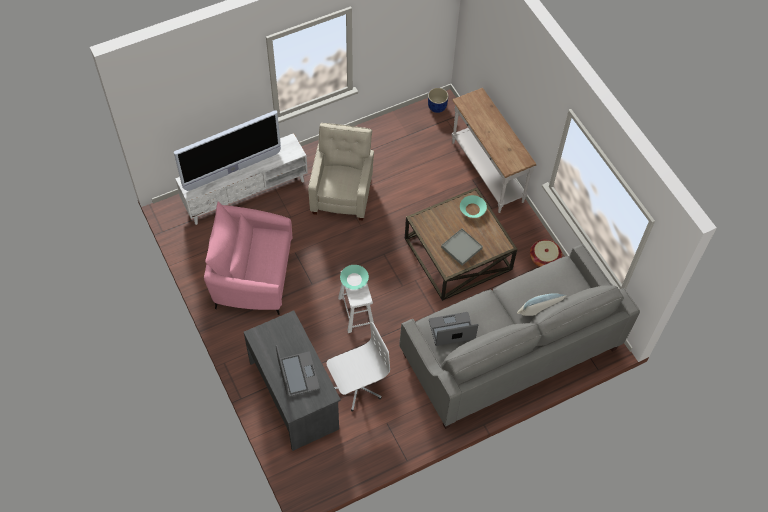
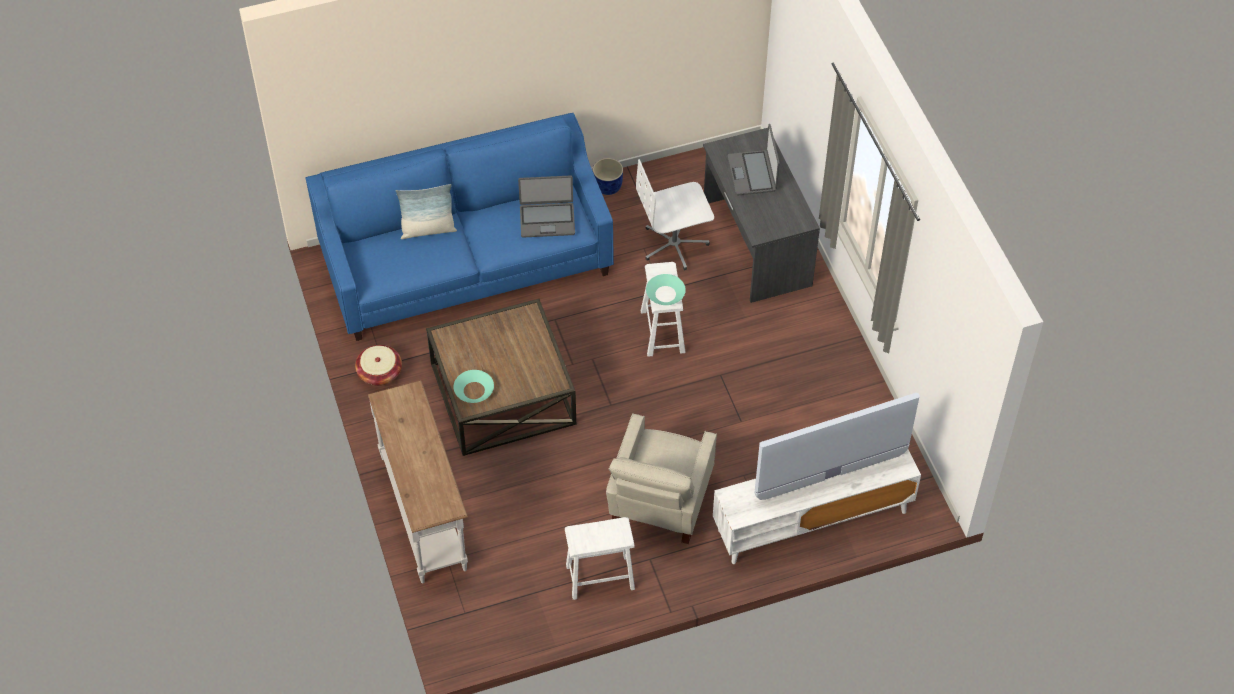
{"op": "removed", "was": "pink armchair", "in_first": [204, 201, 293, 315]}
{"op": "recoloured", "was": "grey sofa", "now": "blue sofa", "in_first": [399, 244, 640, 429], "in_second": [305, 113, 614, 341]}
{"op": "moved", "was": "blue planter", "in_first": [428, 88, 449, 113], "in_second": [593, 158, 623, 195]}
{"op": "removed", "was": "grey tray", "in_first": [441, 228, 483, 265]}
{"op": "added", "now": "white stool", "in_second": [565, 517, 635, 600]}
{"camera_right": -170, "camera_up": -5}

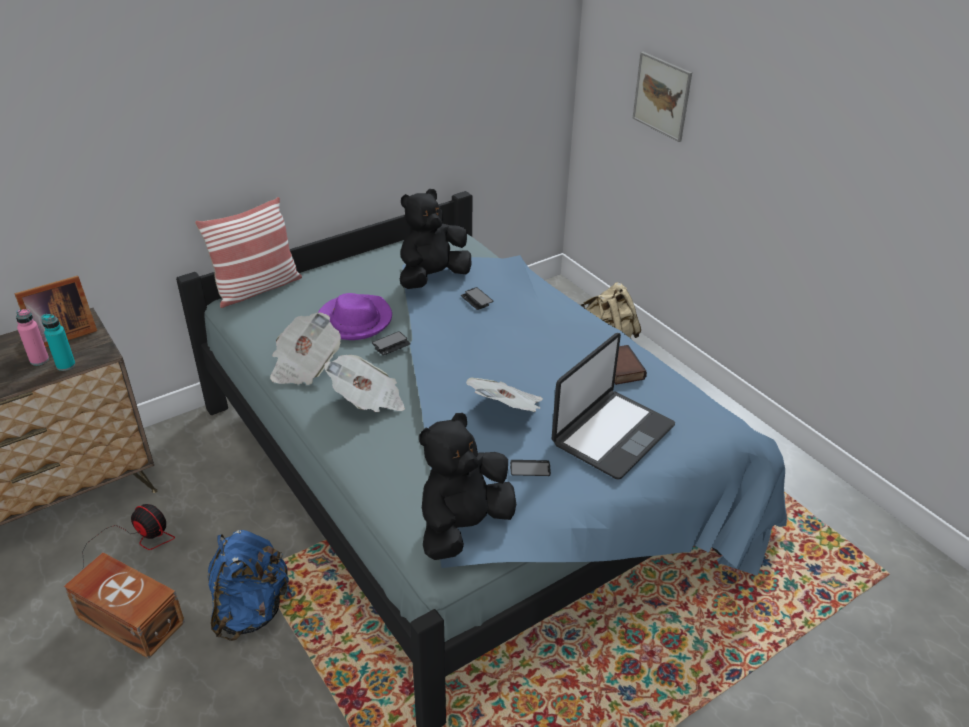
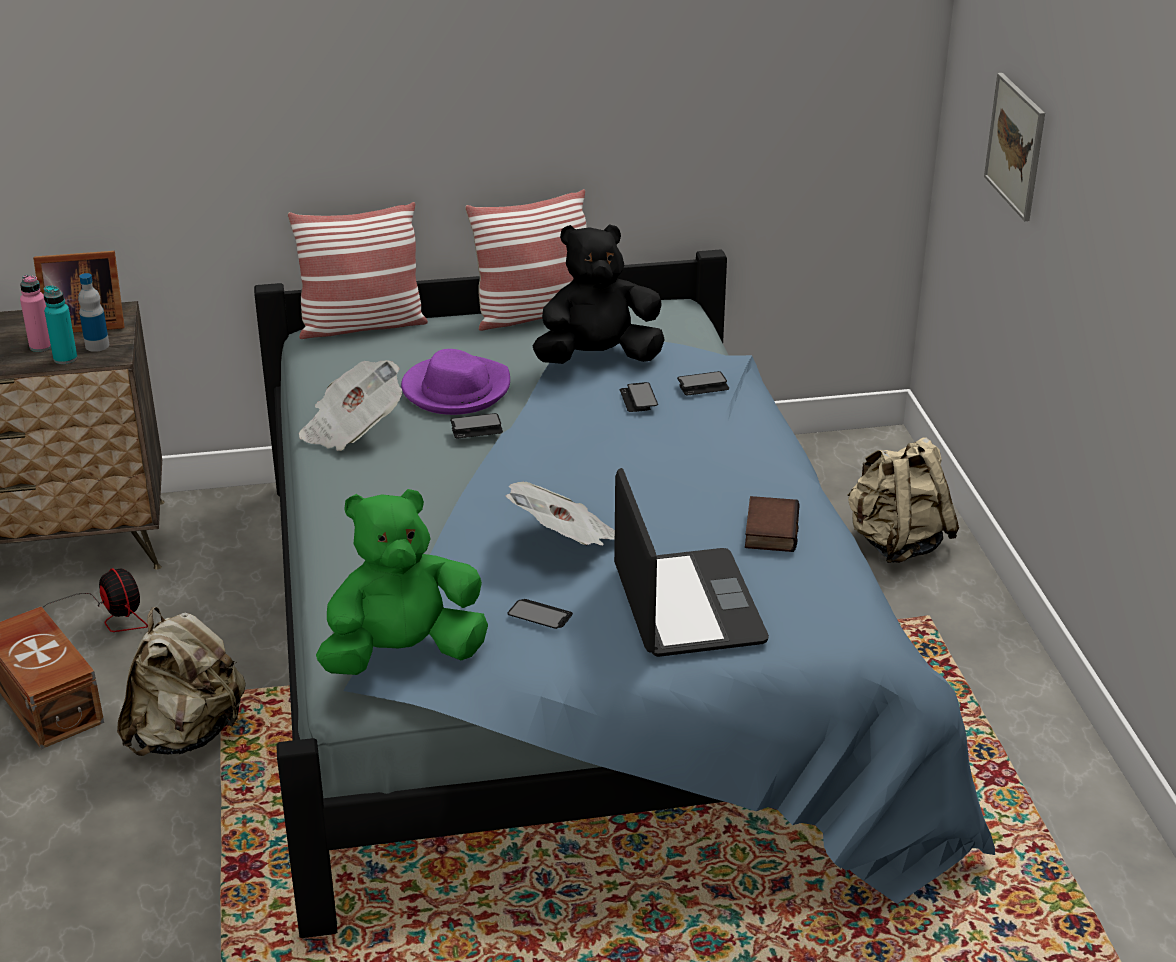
{"op": "recoloured", "was": "blue backpack", "now": "beige backpack", "in_first": [208, 530, 292, 641], "in_second": [117, 607, 246, 756]}
{"op": "removed", "was": "newspaper", "in_first": [324, 355, 405, 412]}
{"op": "recoloured", "was": "black plush toy", "now": "green plush toy", "in_first": [419, 413, 516, 560], "in_second": [316, 489, 488, 675]}
{"op": "turned", "was": "laptop", "in_first": [552, 333, 675, 480], "in_second": [614, 468, 769, 657], "clockwise": -75}
{"op": "added", "now": "bottle", "in_second": [78, 273, 109, 352]}
{"op": "added", "now": "pillow", "in_second": [465, 189, 587, 331]}
{"op": "added", "now": "phone", "in_second": [677, 371, 729, 396]}
{"camera_right": 25, "camera_up": -5}

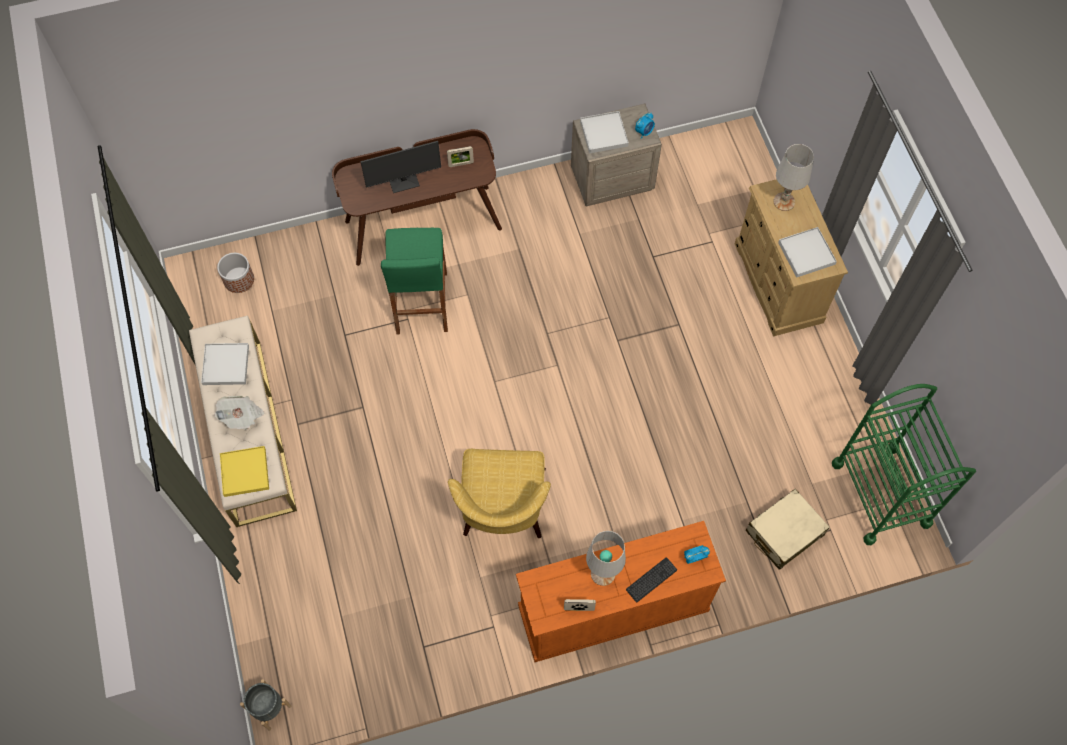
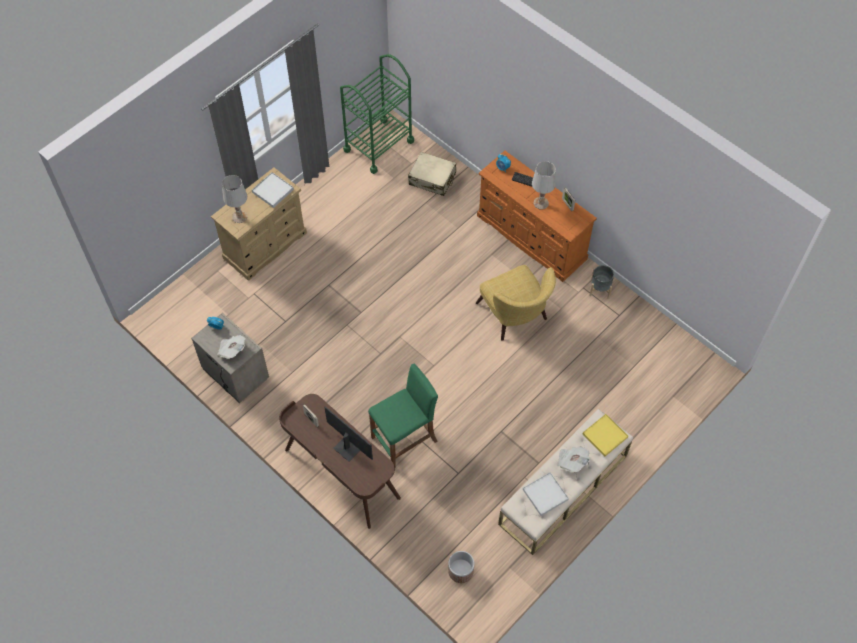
{"op": "moved", "was": "grey planter", "in_first": [240, 679, 291, 731], "in_second": [589, 265, 614, 299]}
{"op": "turned", "was": "yellow armchair", "in_first": [448, 449, 551, 538], "in_second": [476, 265, 556, 340], "clockwise": 90}
{"op": "replaced", "was": "white tray", "now": "newspaper", "in_first": [580, 111, 629, 153], "in_second": [217, 335, 245, 359]}
{"camera_right": -120, "camera_up": -5}

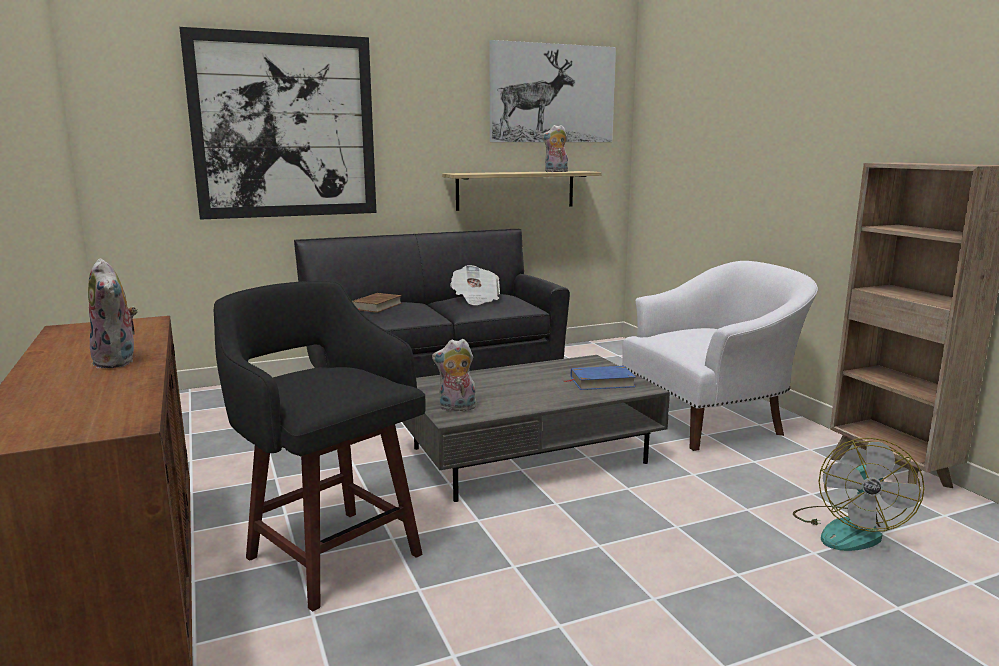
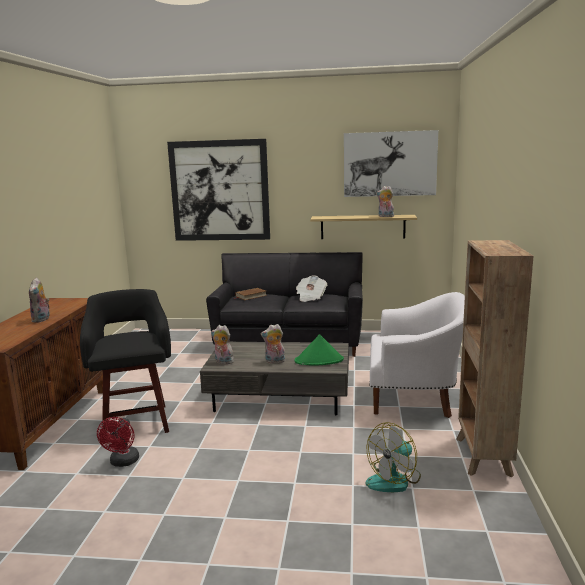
{"op": "replaced", "was": "blue book", "now": "green hat", "in_first": [563, 366, 636, 390], "in_second": [294, 334, 344, 366]}
{"op": "added", "now": "red fan", "in_second": [97, 417, 139, 467]}
{"op": "added", "now": "plush toy", "in_second": [261, 324, 285, 364]}
{"camera_right": 30, "camera_up": 0}

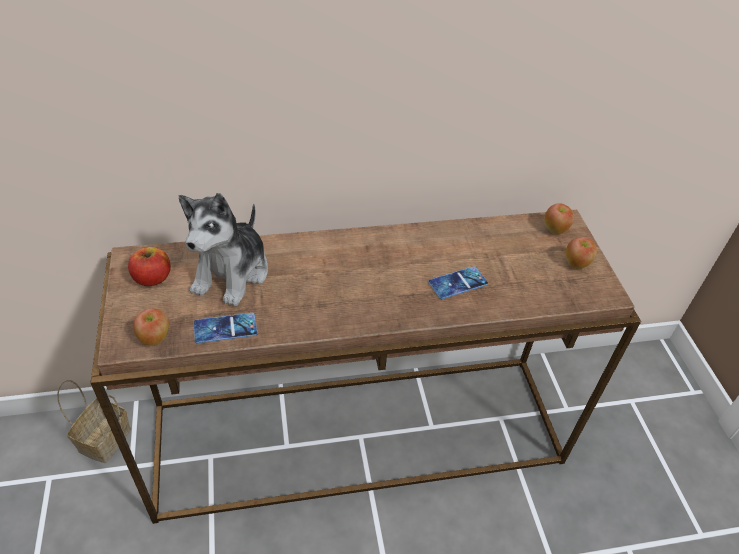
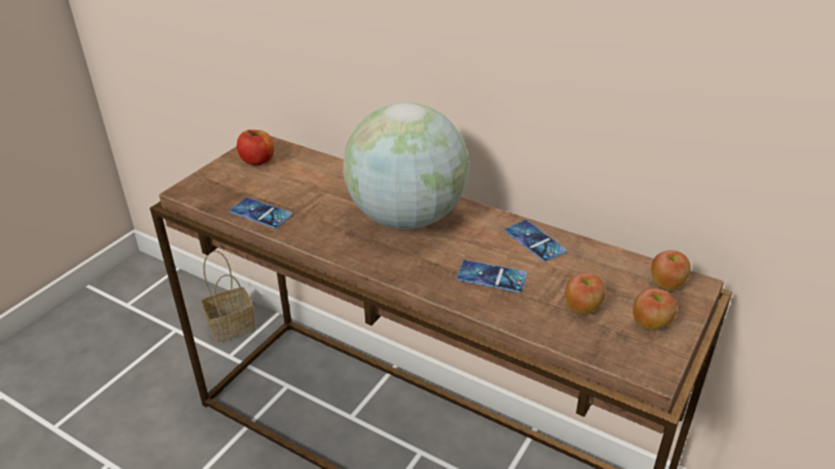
{"op": "moved", "was": "apple", "in_first": [133, 308, 169, 346], "in_second": [565, 273, 606, 315]}
{"op": "removed", "was": "plush toy", "in_first": [179, 193, 268, 307]}
{"op": "added", "now": "globe", "in_second": [343, 102, 469, 229]}
{"op": "added", "now": "phone", "in_second": [505, 220, 567, 262]}
{"camera_right": 45, "camera_up": -10}

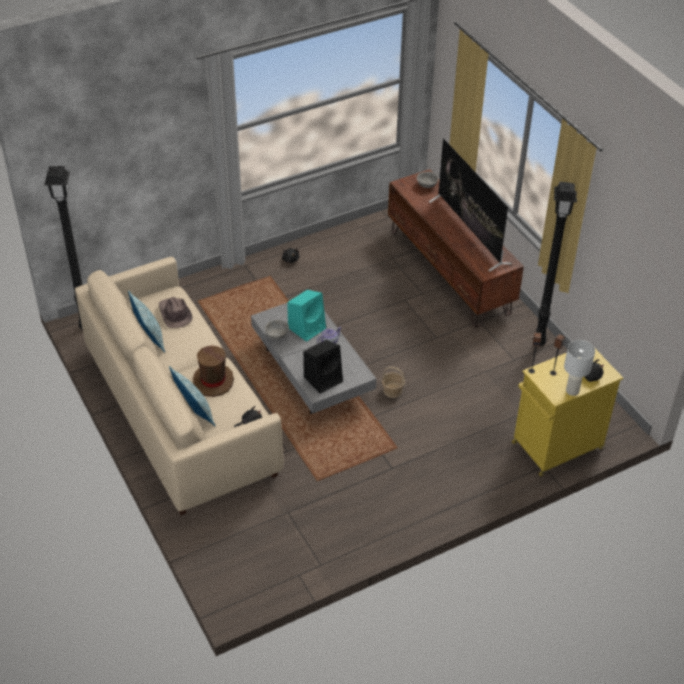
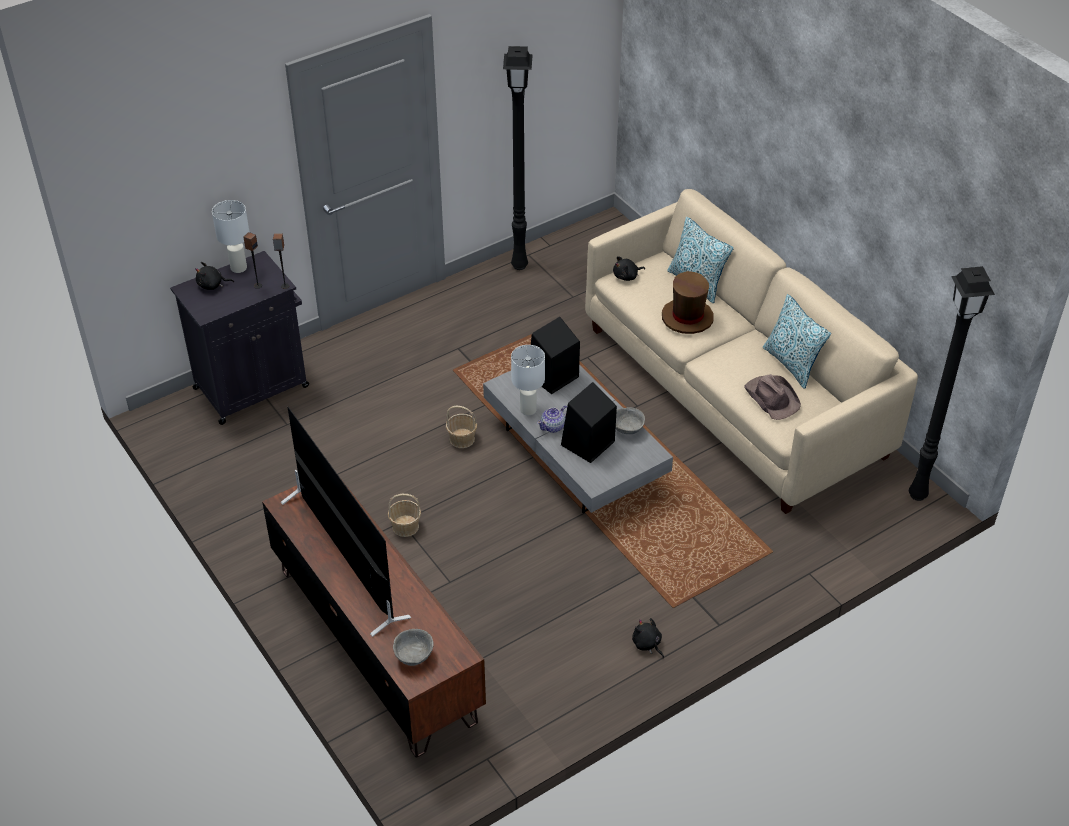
{"op": "recoloured", "was": "turquoise speaker", "now": "black speaker", "in_first": [287, 290, 326, 342], "in_second": [561, 382, 617, 463]}
{"op": "recoloured", "was": "yellow cabinet", "now": "black cabinet", "in_first": [512, 349, 623, 476], "in_second": [170, 251, 309, 425]}
{"op": "moved", "was": "black floor lamp", "in_first": [536, 182, 577, 347], "in_second": [503, 46, 533, 270]}
{"op": "added", "now": "basket", "in_second": [388, 494, 421, 537]}
{"op": "added", "now": "white table lamp", "in_second": [511, 345, 545, 416]}
{"camera_right": 175, "camera_up": 0}

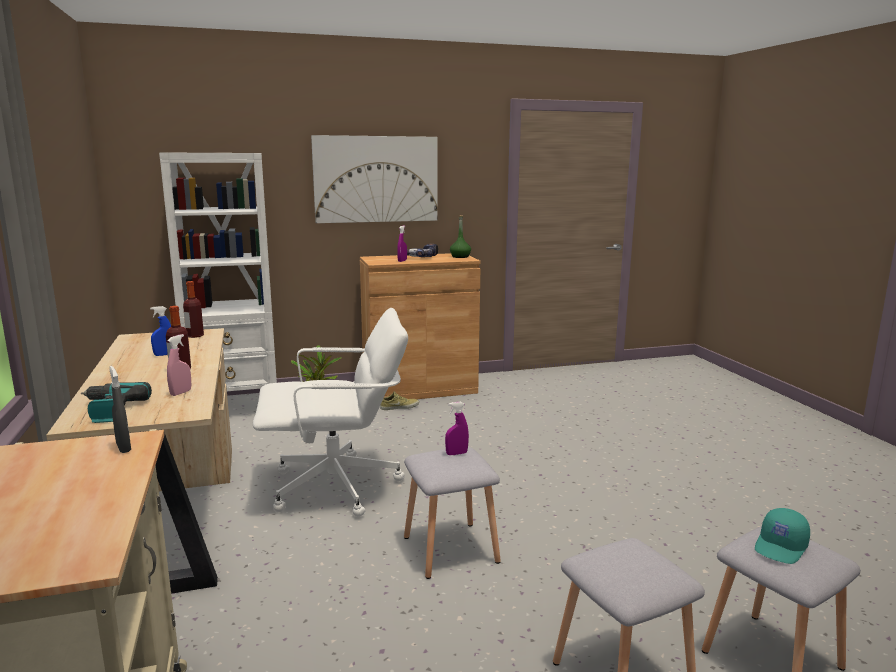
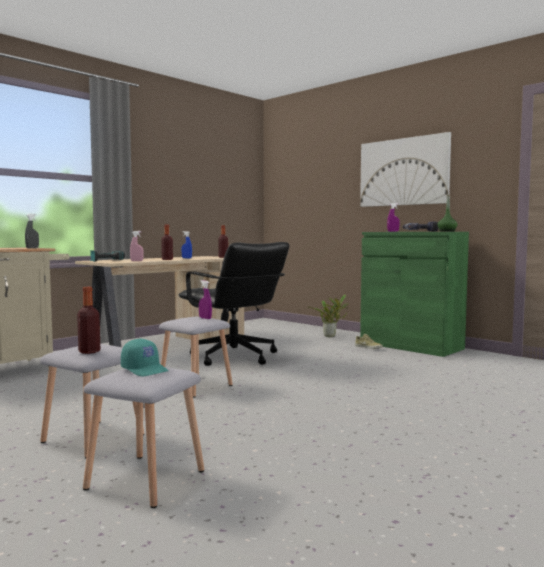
{"op": "removed", "was": "white bookcase", "in_first": [159, 152, 277, 391]}
{"op": "recoloured", "was": "white office chair", "now": "black office chair", "in_first": [253, 308, 408, 517], "in_second": [179, 242, 289, 366]}
{"op": "recoloured", "was": "brown cabinet", "now": "green cabinet", "in_first": [360, 253, 481, 399], "in_second": [360, 232, 469, 357]}
{"op": "turned", "was": "turquoise cap", "in_first": [755, 508, 810, 564], "in_second": [121, 338, 169, 377], "clockwise": -150}
{"op": "added", "now": "bottle", "in_second": [77, 287, 100, 354]}
{"camera_right": 60, "camera_up": -10}

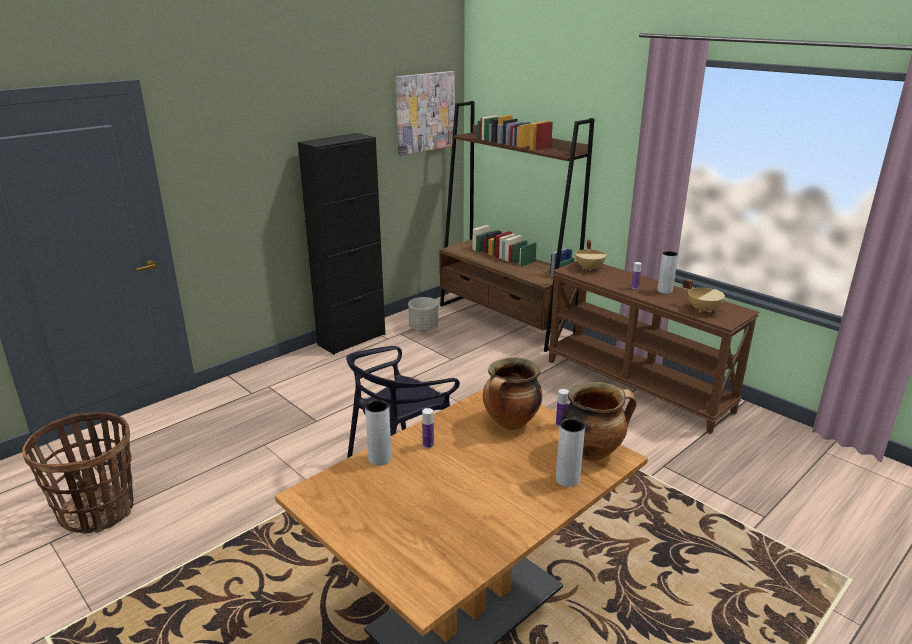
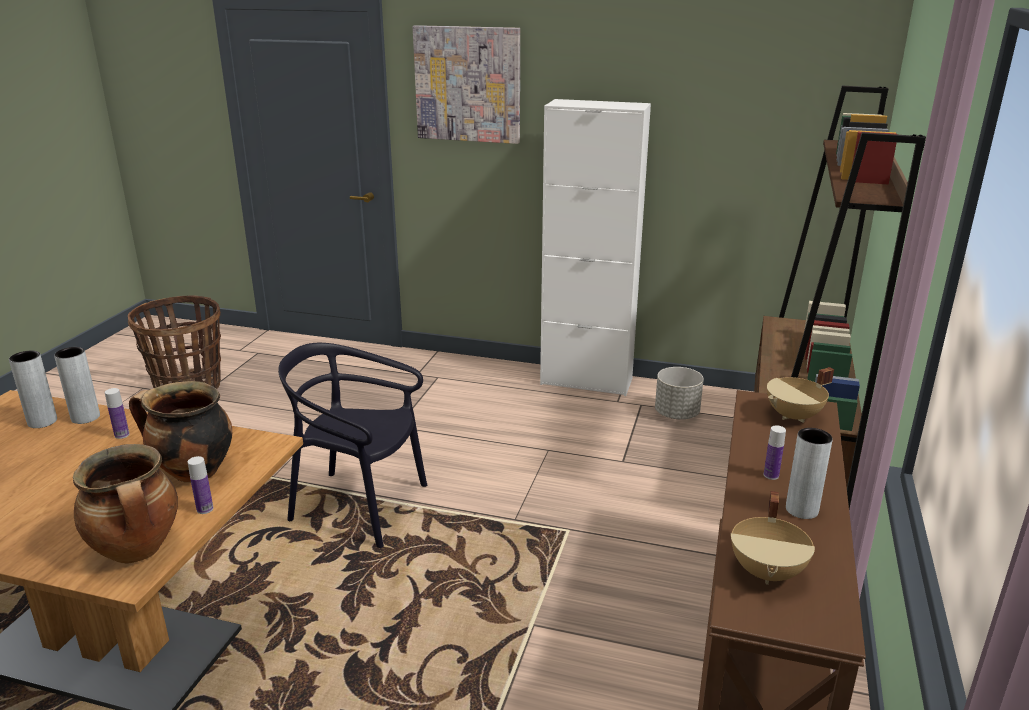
{"op": "recoloured", "was": "black cabinet", "now": "white cabinet", "in_first": [298, 133, 385, 355], "in_second": [540, 99, 651, 396]}
{"op": "moved", "was": "picture", "in_first": [396, 71, 455, 155], "in_second": [413, 25, 520, 144]}
{"op": "moved", "was": "grey vase", "in_first": [556, 418, 585, 487], "in_second": [9, 351, 57, 428]}
{"camera_right": 60, "camera_up": 0}

